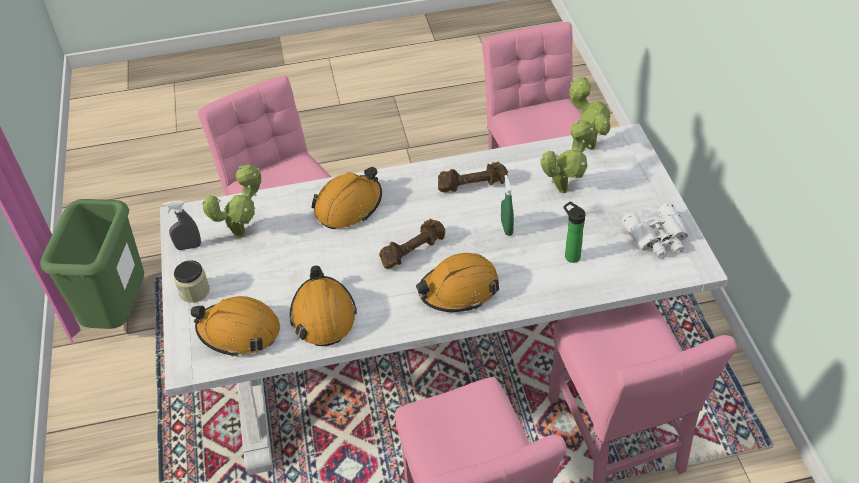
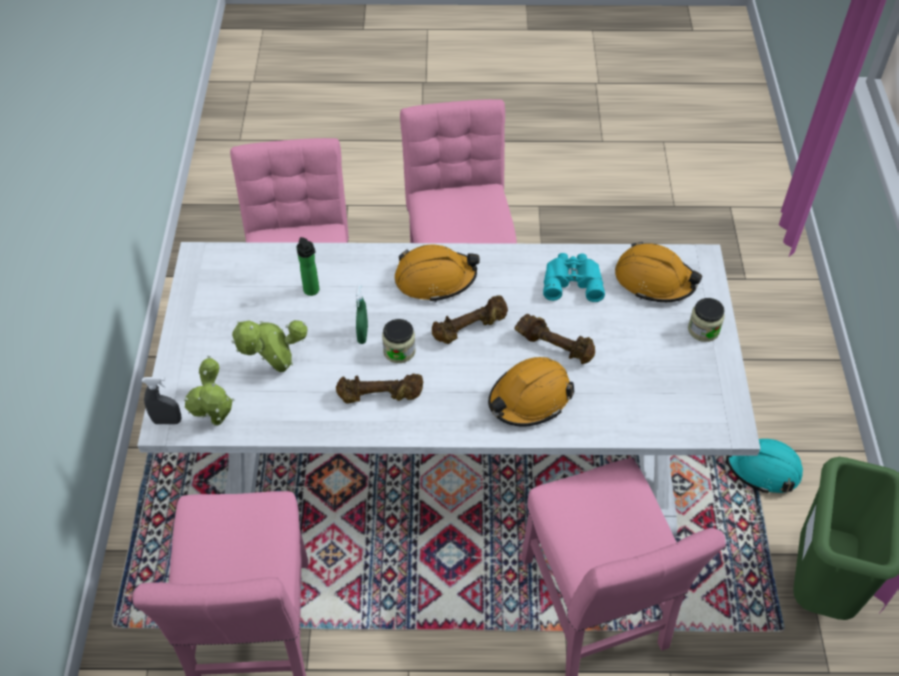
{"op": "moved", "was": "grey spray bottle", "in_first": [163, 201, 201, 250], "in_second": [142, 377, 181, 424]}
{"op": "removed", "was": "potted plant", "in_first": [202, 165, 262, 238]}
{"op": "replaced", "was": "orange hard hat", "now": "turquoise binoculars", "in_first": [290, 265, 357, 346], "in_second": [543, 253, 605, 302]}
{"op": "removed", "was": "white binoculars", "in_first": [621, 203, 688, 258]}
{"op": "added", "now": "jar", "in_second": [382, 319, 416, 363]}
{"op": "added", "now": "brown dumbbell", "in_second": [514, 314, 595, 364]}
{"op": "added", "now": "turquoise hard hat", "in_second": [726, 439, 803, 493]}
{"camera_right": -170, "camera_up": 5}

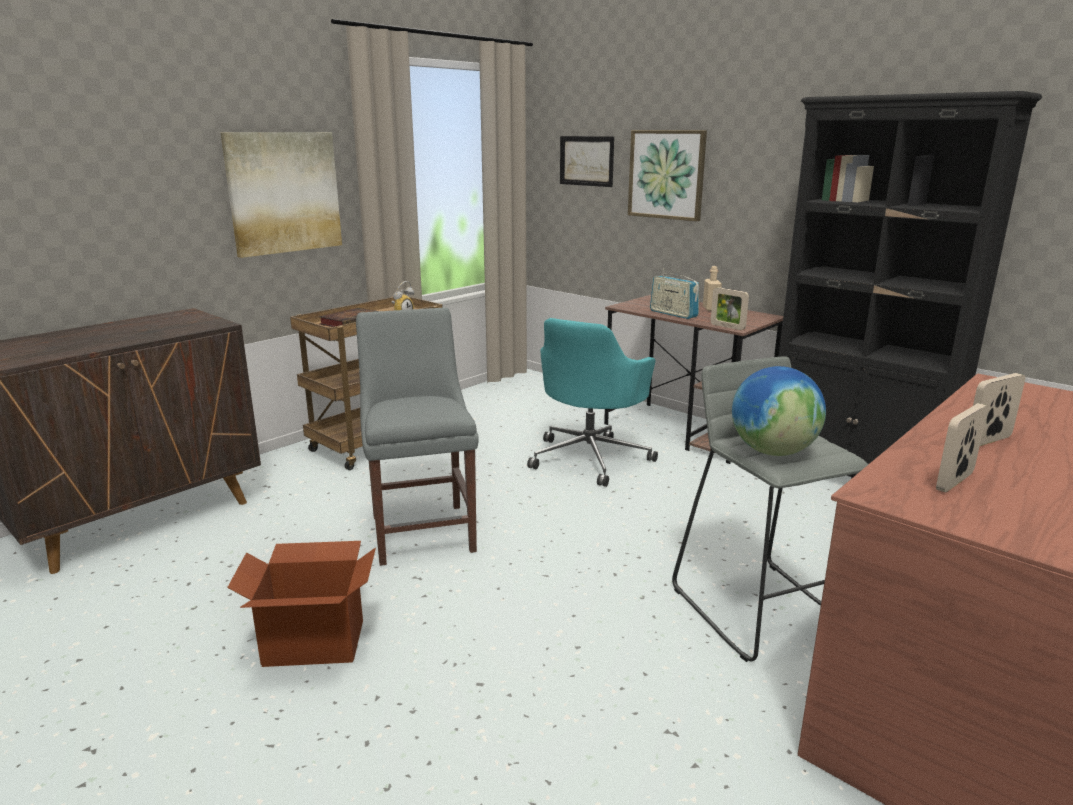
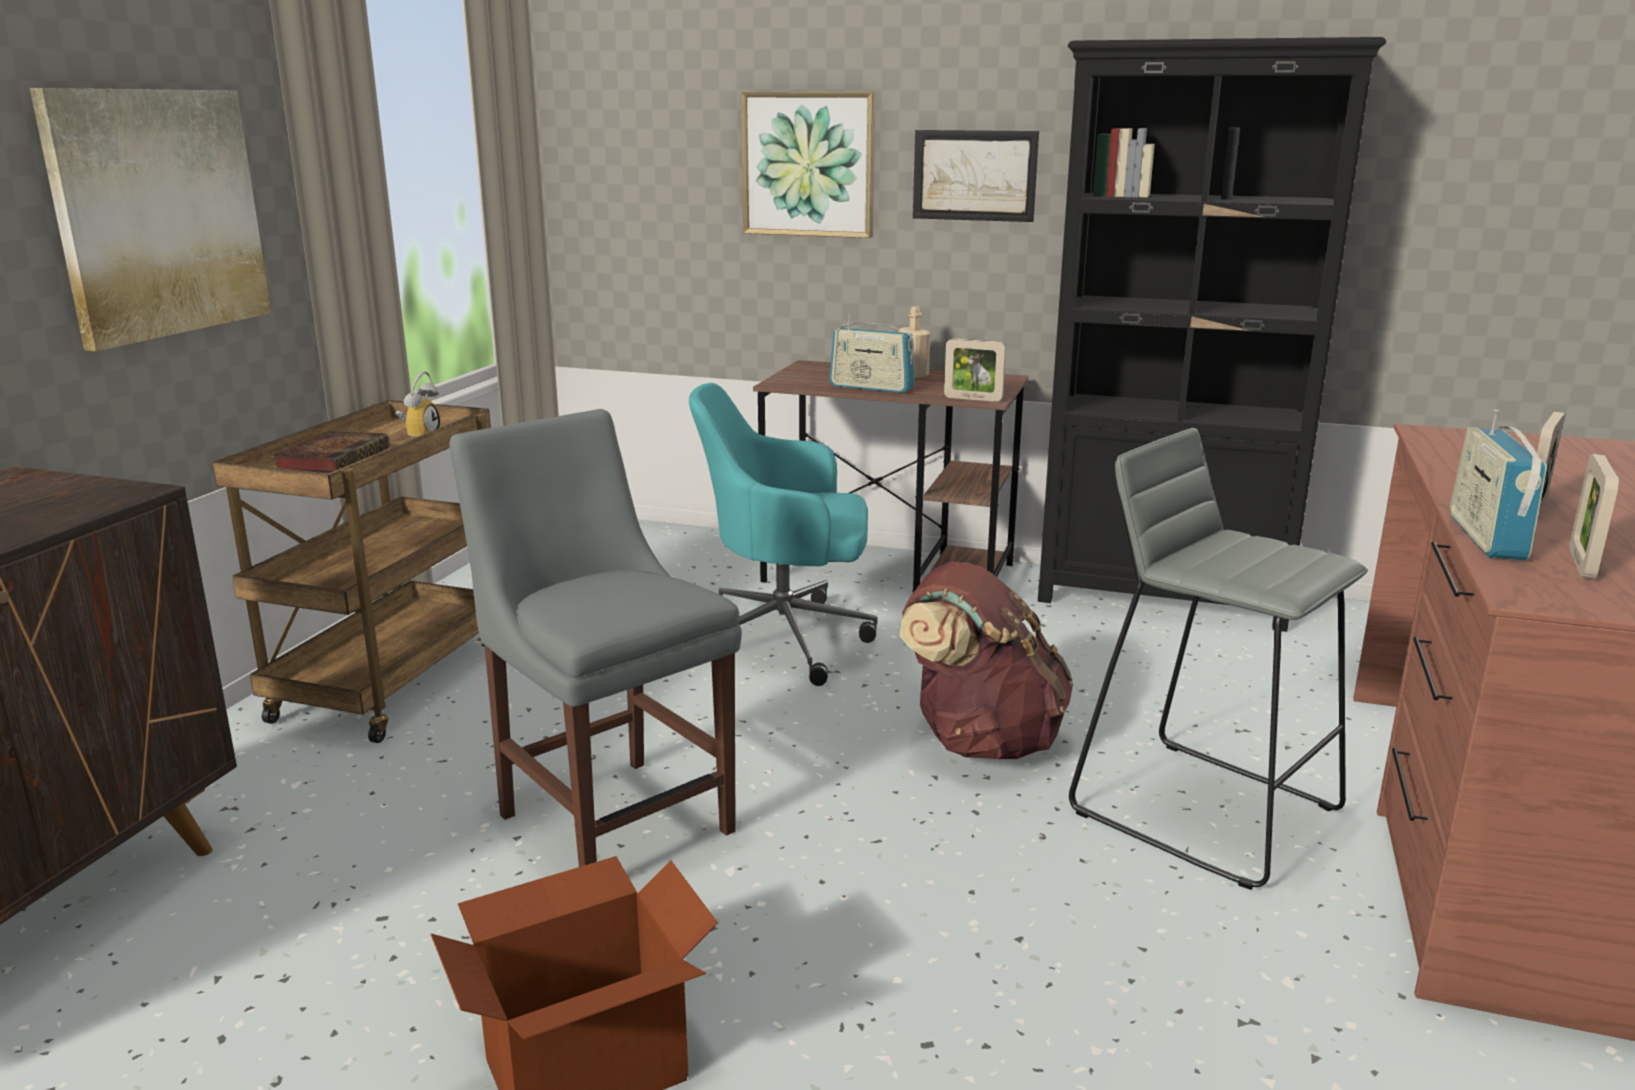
{"op": "turned", "was": "turquoise office chair", "in_first": [527, 318, 658, 487], "in_second": [689, 383, 878, 686], "clockwise": 90}
{"op": "moved", "was": "picture", "in_first": [560, 136, 614, 187], "in_second": [913, 130, 1039, 222]}
{"op": "removed", "was": "globe", "in_first": [732, 366, 826, 456]}
{"op": "added", "now": "brown backpack", "in_second": [899, 562, 1073, 759]}
{"op": "added", "now": "radio", "in_second": [1450, 410, 1547, 560]}
{"camera_right": -25, "camera_up": 0}

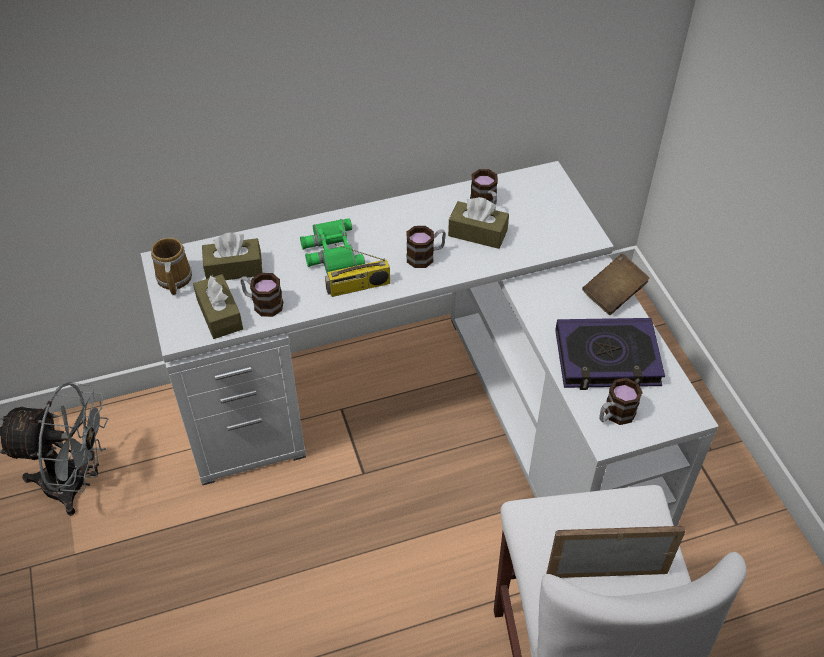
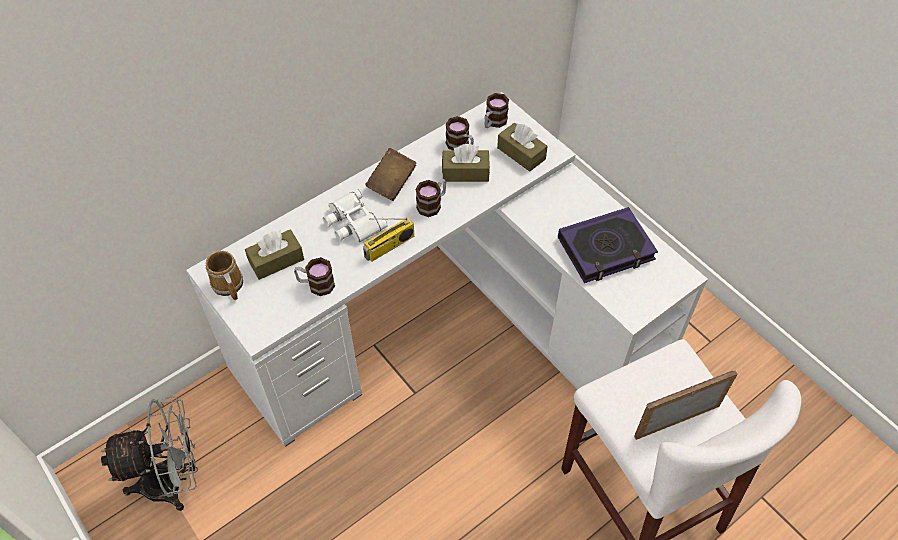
{"op": "moved", "was": "brown tissue box", "in_first": [193, 274, 243, 339], "in_second": [497, 123, 548, 172]}
{"op": "recoloured", "was": "green binoculars", "now": "white binoculars", "in_first": [300, 218, 365, 273], "in_second": [323, 189, 387, 243]}
{"op": "moved", "was": "brown book", "in_first": [582, 254, 650, 315], "in_second": [365, 148, 417, 201]}
{"op": "moved", "was": "mug", "in_first": [599, 378, 643, 425], "in_second": [485, 93, 509, 128]}
{"camera_right": -20, "camera_up": 5}

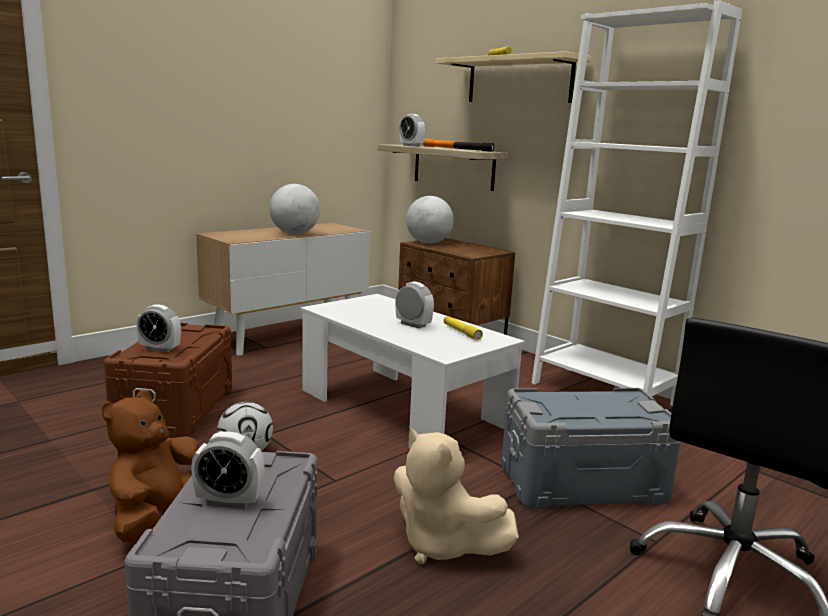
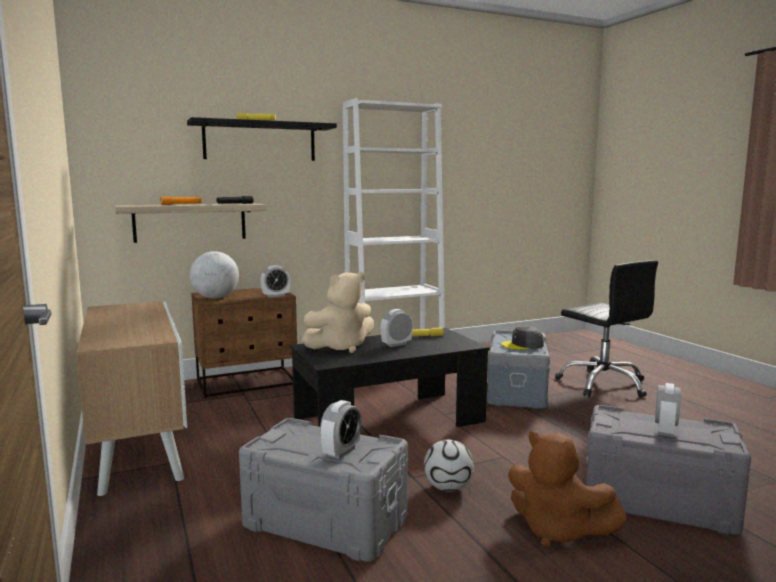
{"op": "recoloured", "was": "brown storage box", "now": "grey storage box", "in_first": [104, 323, 232, 438], "in_second": [239, 418, 408, 562]}
{"op": "removed", "was": "globe", "in_first": [269, 184, 320, 234]}
{"op": "recoloured", "was": "white coffee table", "now": "black coffee table", "in_first": [301, 294, 525, 448], "in_second": [290, 328, 490, 427]}
{"op": "moved", "was": "beige plush toy", "in_first": [393, 428, 519, 564], "in_second": [302, 272, 374, 353]}
{"op": "moved", "was": "alarm clock", "in_first": [399, 114, 425, 147], "in_second": [261, 265, 290, 298]}
{"op": "recoloured", "was": "beige shelf", "now": "black shelf", "in_first": [436, 51, 591, 103], "in_second": [187, 117, 337, 161]}
{"op": "added", "now": "grey cap", "in_second": [501, 326, 544, 350]}
{"camera_right": -70, "camera_up": -5}

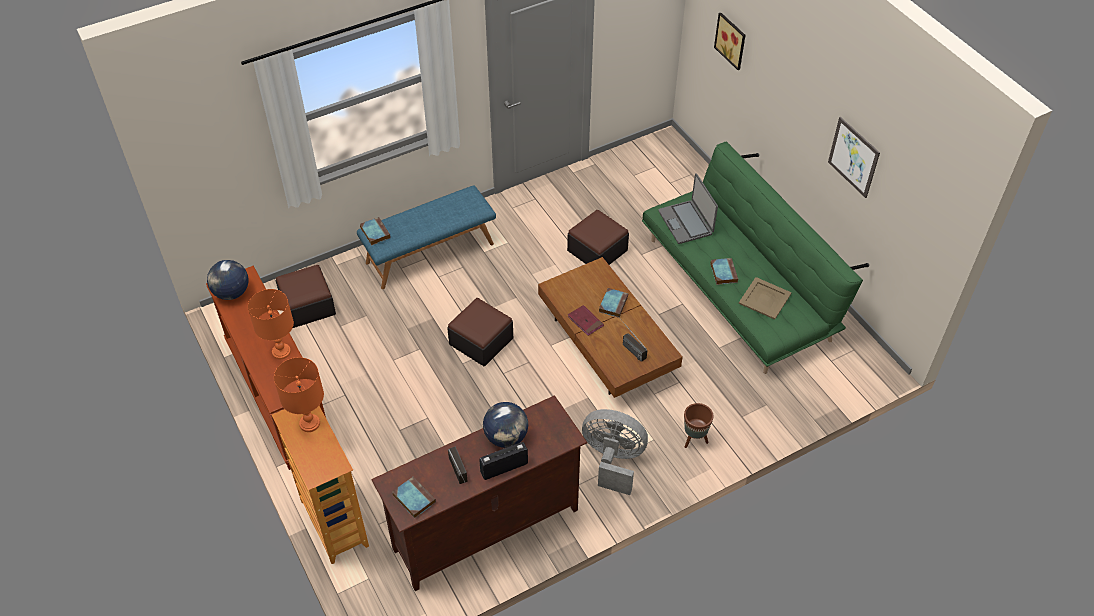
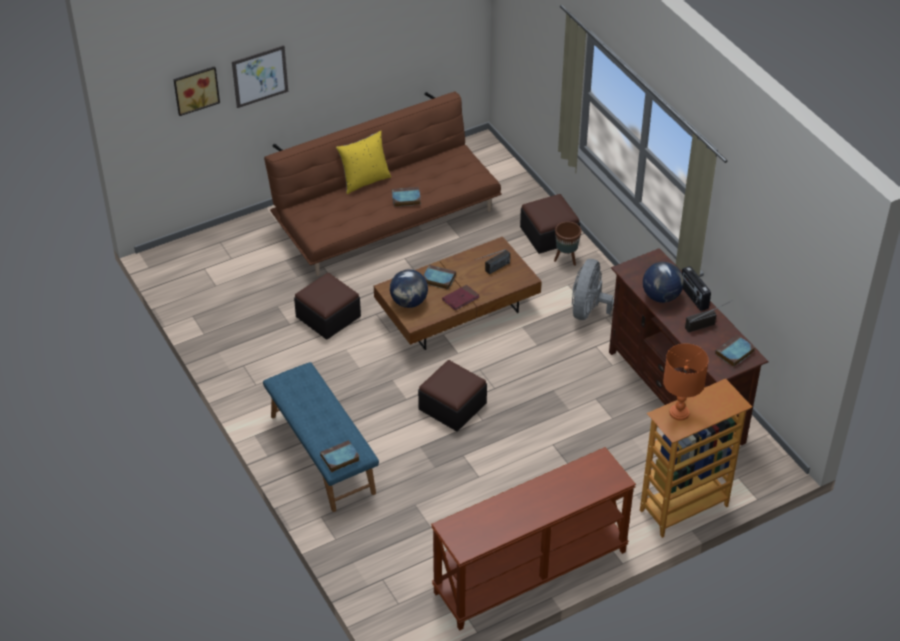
{"op": "moved", "was": "globe", "in_first": [207, 260, 249, 300], "in_second": [390, 269, 428, 308]}
{"op": "removed", "was": "orange table lamp", "in_first": [248, 289, 294, 359]}
{"op": "moved", "was": "ottoman", "in_first": [276, 265, 336, 328], "in_second": [520, 194, 580, 254]}
{"op": "recoloured", "was": "green sofa", "now": "brown sofa", "in_first": [642, 142, 869, 374], "in_second": [264, 91, 502, 276]}
{"op": "removed", "was": "laptop", "in_first": [658, 173, 718, 244]}
{"op": "removed", "was": "beige tray", "in_first": [739, 277, 792, 320]}
{"op": "moved", "was": "picture", "in_first": [828, 117, 880, 198], "in_second": [232, 45, 288, 108]}
{"op": "added", "now": "yellow pillow", "in_second": [336, 130, 391, 194]}
{"camera_right": -90, "camera_up": -5}

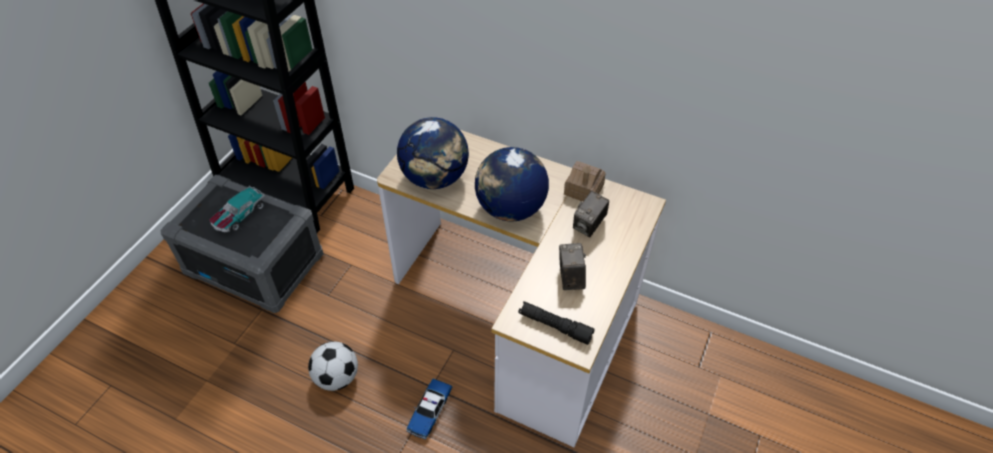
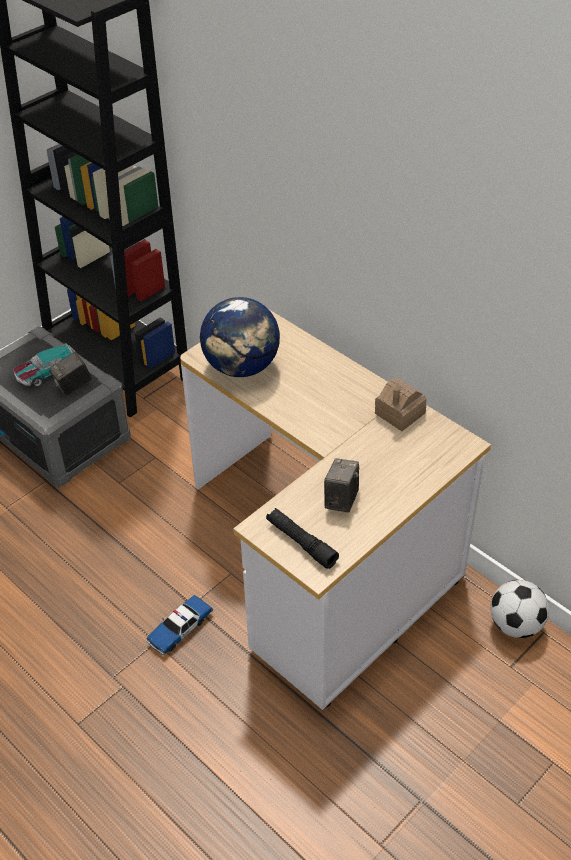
{"op": "moved", "was": "football", "in_first": [308, 341, 358, 391], "in_second": [490, 580, 549, 638]}
{"op": "removed", "was": "globe", "in_first": [475, 147, 549, 221]}
{"op": "moved", "was": "photo camera", "in_first": [573, 191, 609, 237], "in_second": [49, 352, 92, 396]}
{"camera_right": 20, "camera_up": -5}

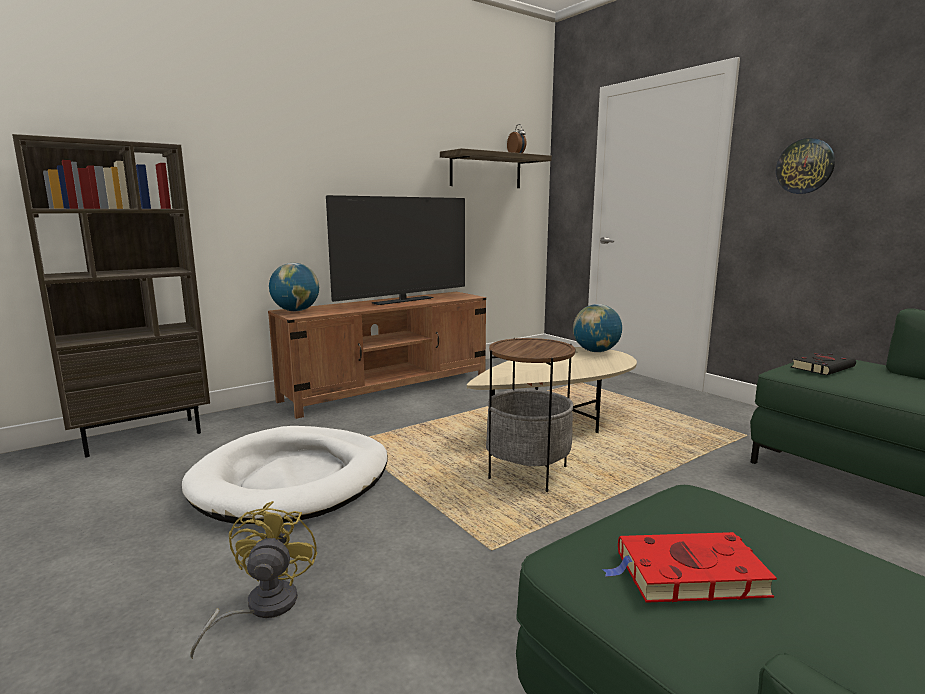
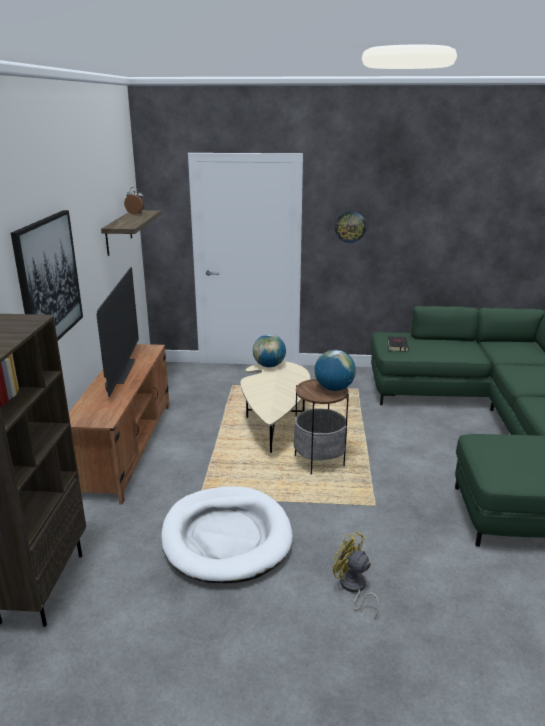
{"op": "moved", "was": "globe", "in_first": [269, 263, 319, 311], "in_second": [315, 350, 356, 391]}
{"op": "removed", "was": "red book", "in_first": [602, 532, 777, 603]}
{"op": "added", "now": "picture", "in_second": [11, 210, 83, 341]}
{"camera_right": -50, "camera_up": 10}

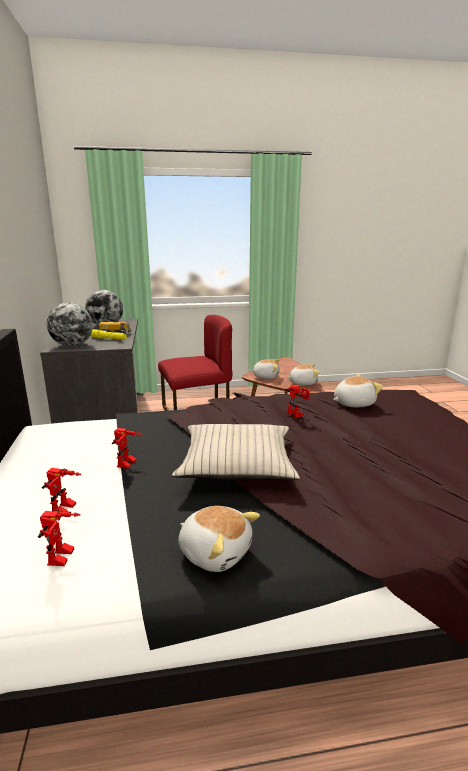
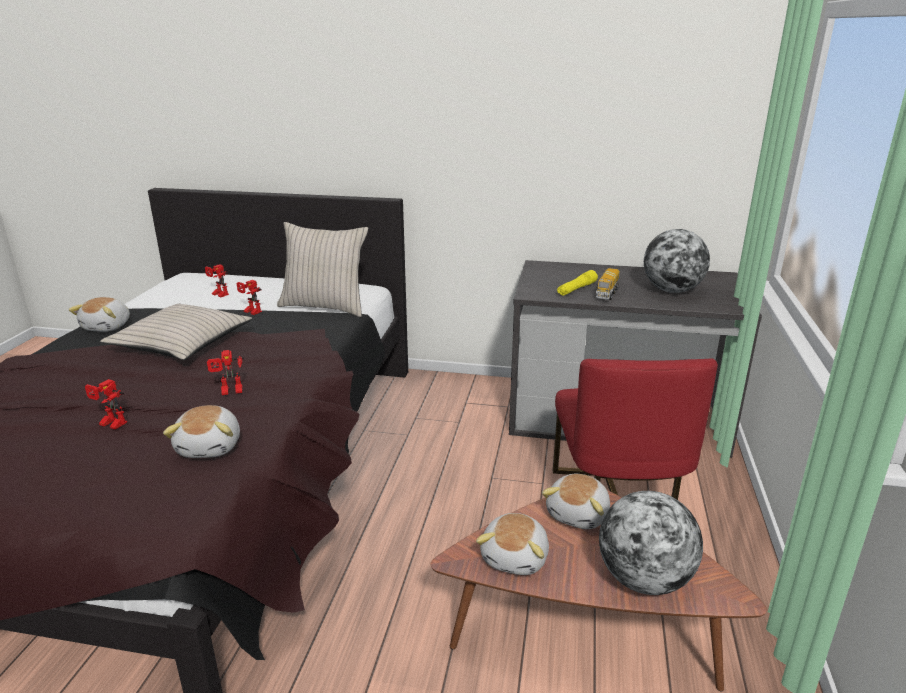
{"op": "moved", "was": "toy robot", "in_first": [38, 510, 81, 566], "in_second": [85, 379, 127, 430]}
{"op": "moved", "was": "globe", "in_first": [47, 303, 93, 347], "in_second": [599, 491, 703, 595]}
{"op": "turned", "was": "plush toy", "in_first": [178, 506, 260, 572], "in_second": [69, 297, 130, 332], "clockwise": -45}
{"op": "added", "now": "beige pillow", "in_second": [277, 222, 368, 317]}
{"camera_right": 110, "camera_up": 5}

